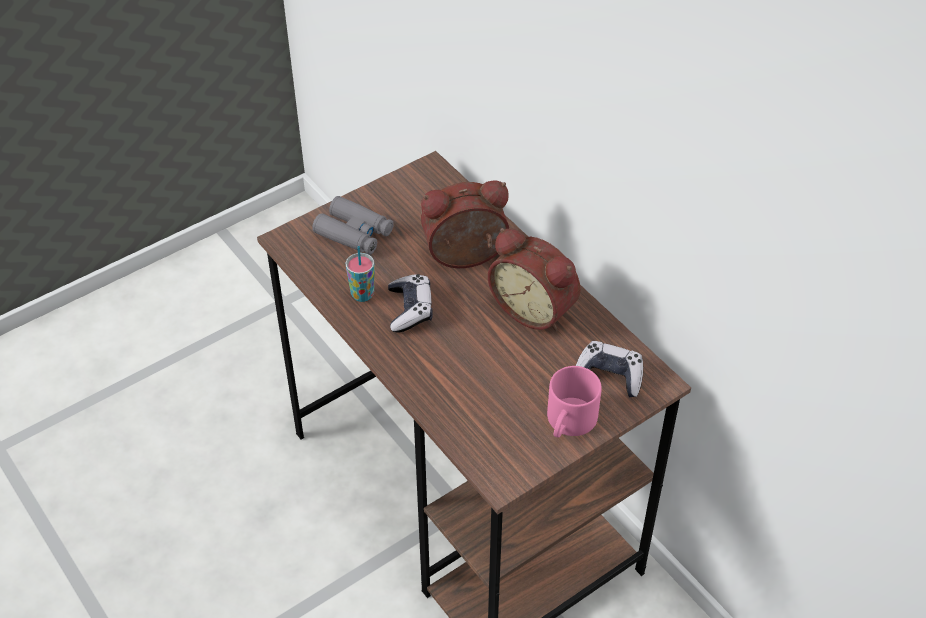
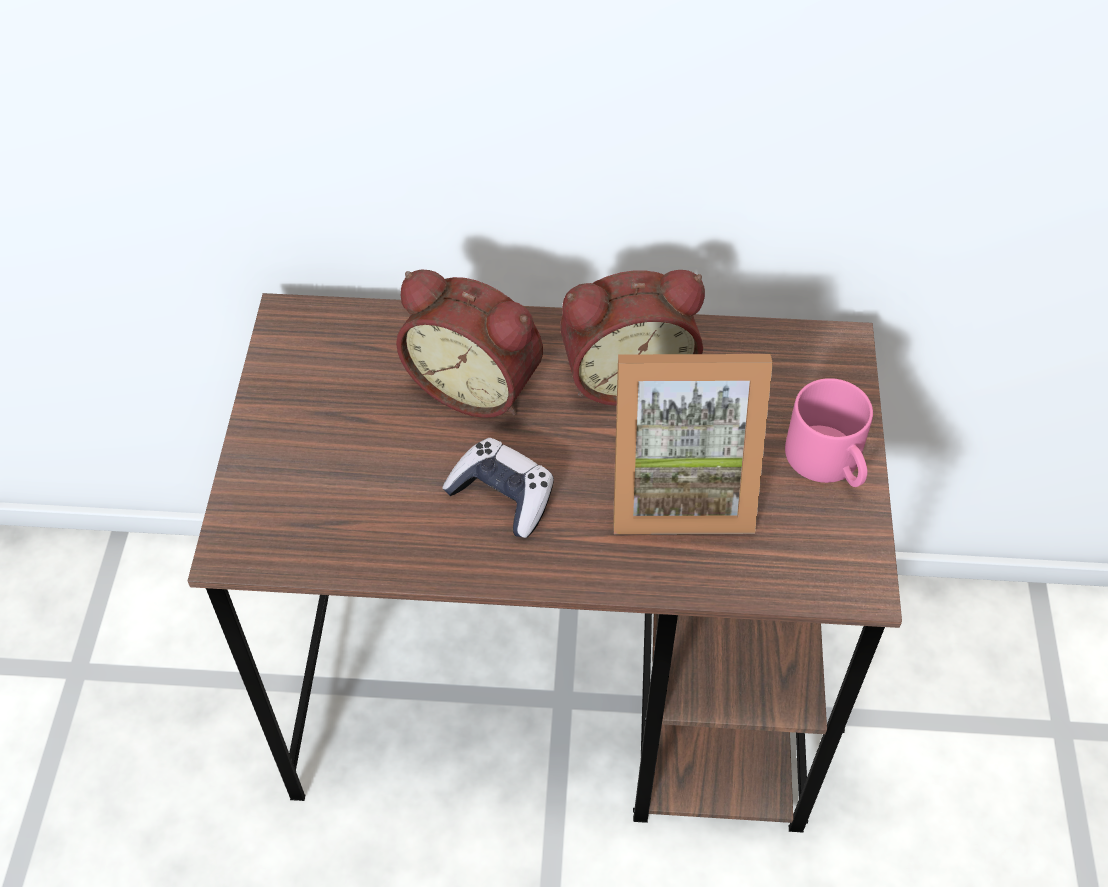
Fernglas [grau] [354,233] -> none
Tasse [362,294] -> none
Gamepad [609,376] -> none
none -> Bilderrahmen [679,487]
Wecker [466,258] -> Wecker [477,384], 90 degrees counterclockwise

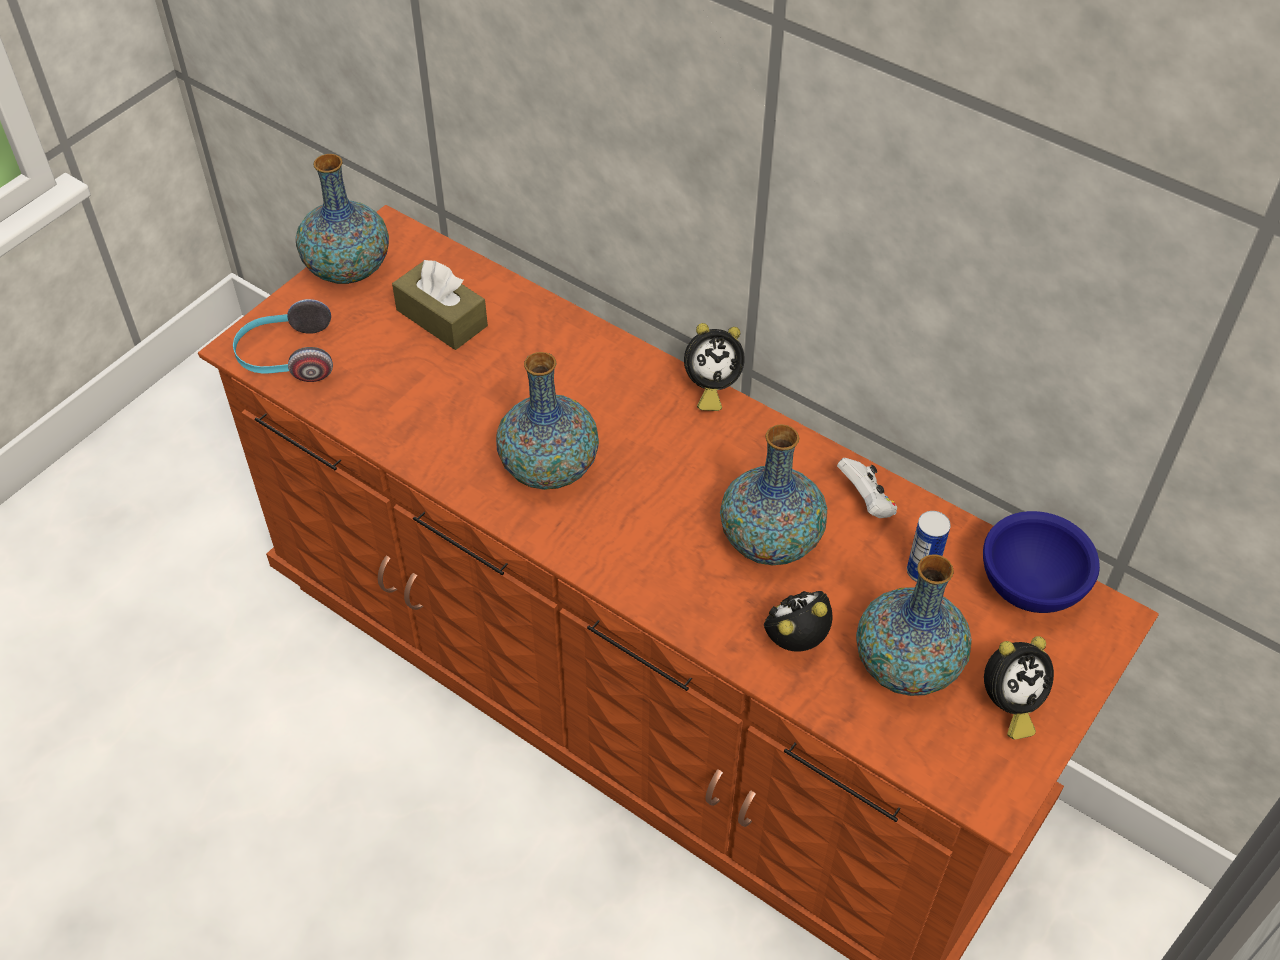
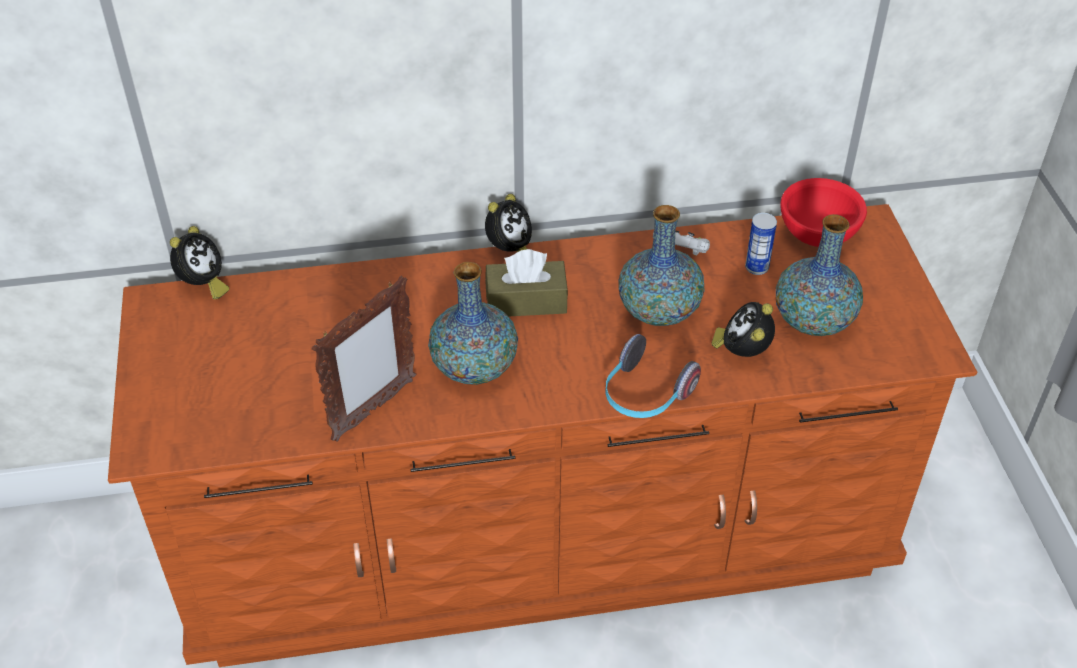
Vase [348,269] -> none
none -> Bilderrahmen [373,410]
Kopfhörer [286,358] -> Kopfhörer [644,395], shifted
Taschentuchbox [braun] [441,318] -> Taschentuchbox [braun] [526,301], shifted
Wecker [1008,704] -> Wecker [203,285], shifted
Schüssel [blau] [1028,588] -> Schüssel [rot] [817,236]

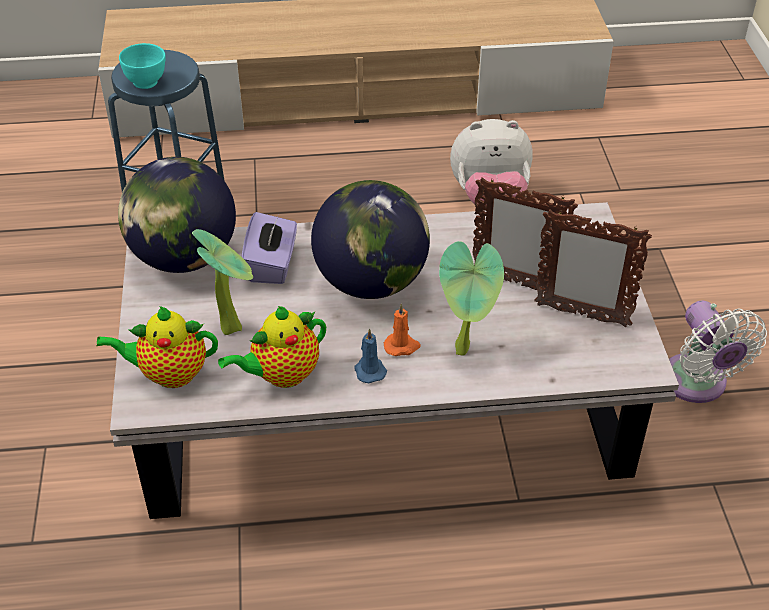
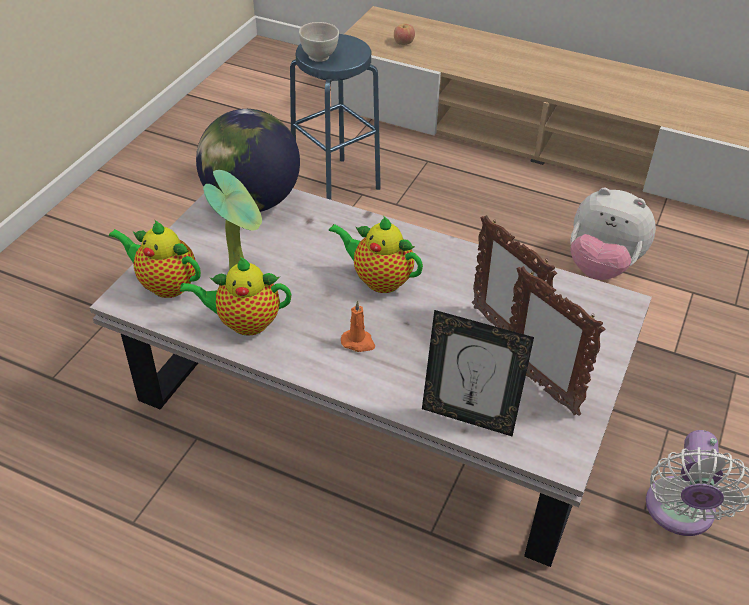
Taschentuchbox [lila] [272,265] -> none
Kerze [blau] [369,370] -> none
Topfpflanze [466,350] -> none
none -> Apfel [403,43]
none -> Bilderrahmen [468,416]
Globus [371,282] -> Teekanne [379,279]
Schüssel [türkis] [146,83] -> Schüssel [weiß] [319,57]

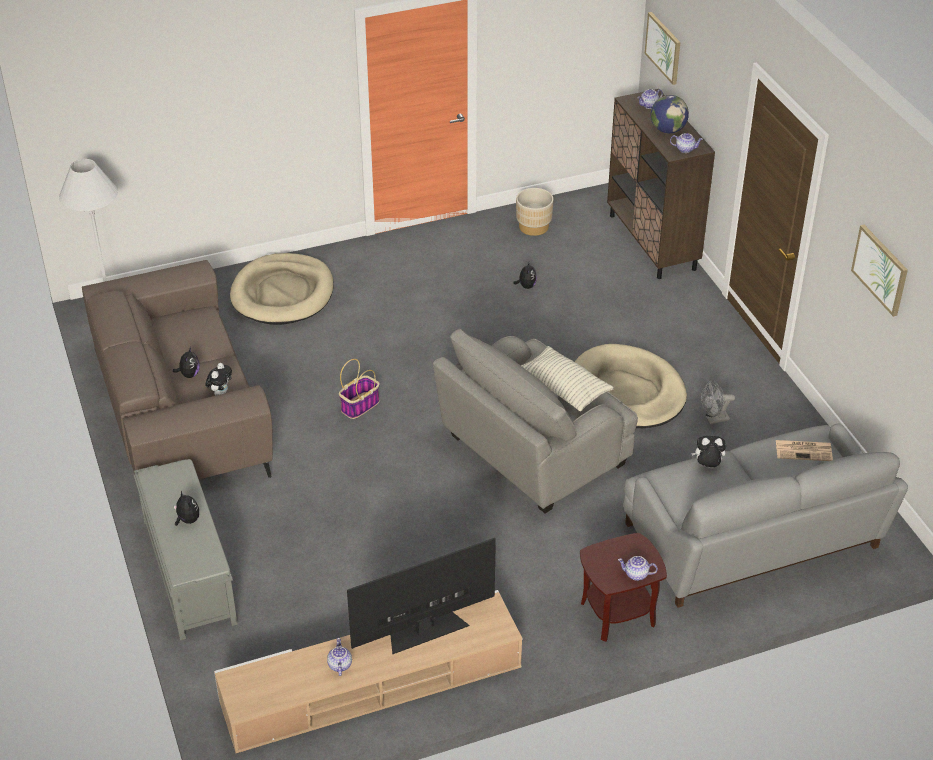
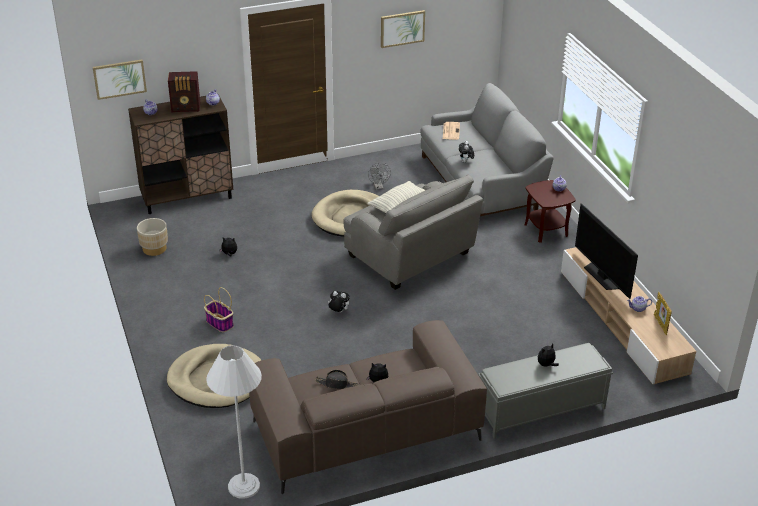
none -> Hut [schwarz] [337,384]
none -> Bilderrahmen [660,325]
Plüschtier [220,393] -> Plüschtier [338,311], shifted
Korb [360,405] -> Korb [219,323], shifted
Globus [667,130] -> Radio [186,108]

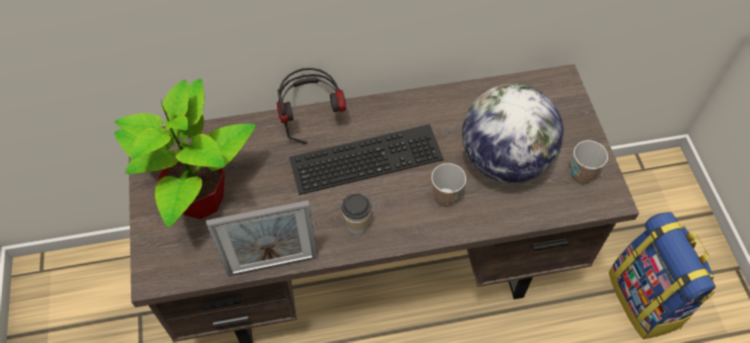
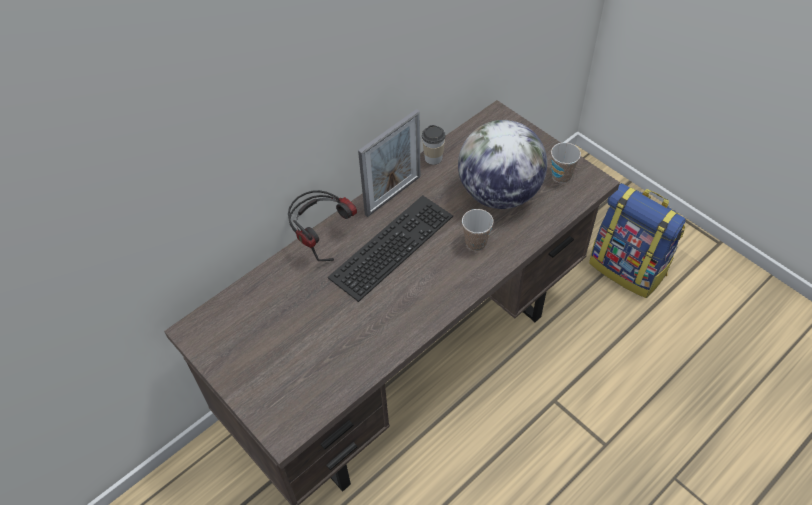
Topfpflanze [200,198] -> none
Bilderrahmen [272,265] -> Bilderrahmen [393,195], shifted
Tasse [357,225] -> Tasse [433,158], shifted

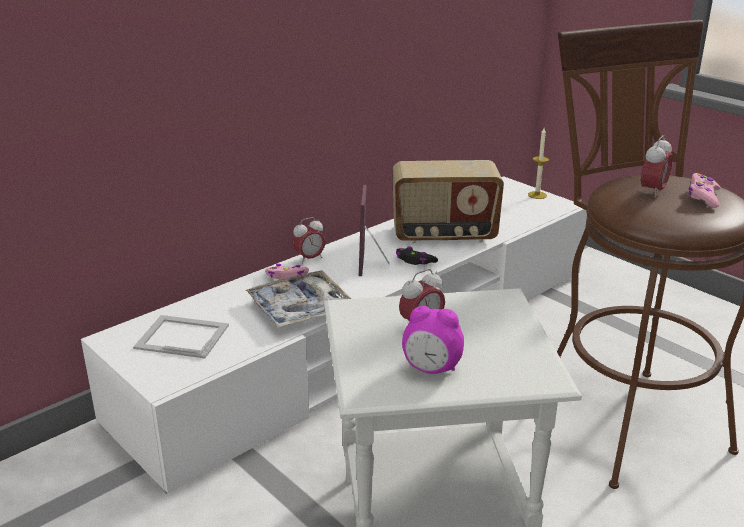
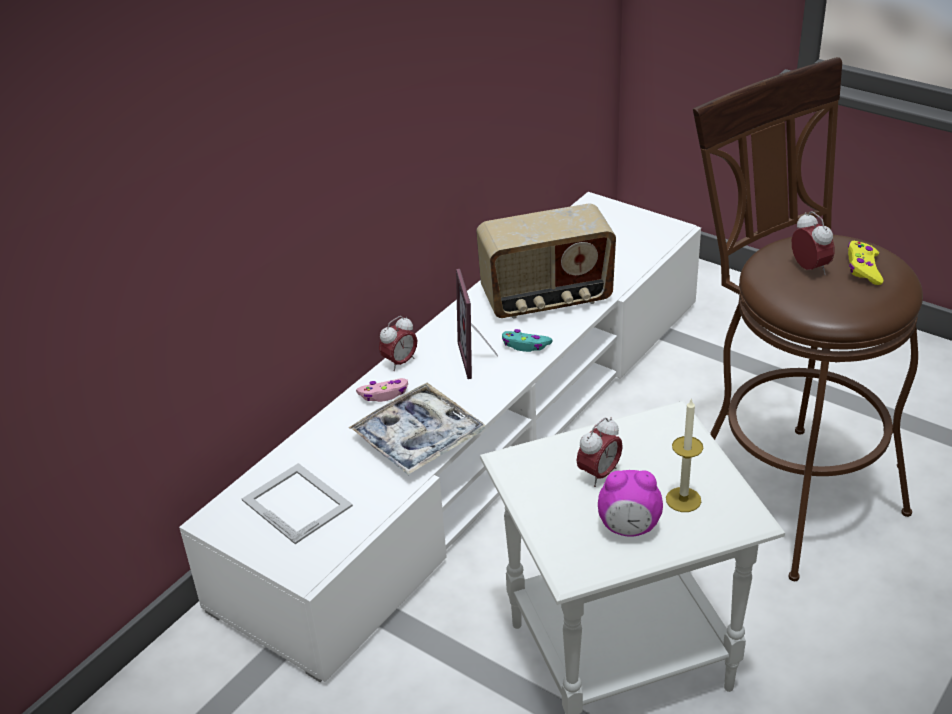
Kerze [537,195] -> Kerze [683,499], shifted
Gamepad [schwarz] [415,261] -> Gamepad [türkis] [525,345]
Gamepad [rosa] [703,196] -> Gamepad [gelb] [863,269]
Bilderrahmen [181,336] -> Bilderrahmen [296,502], 45 degrees clockwise
Wecker [652,191] -> Wecker [809,269], 45 degrees counterclockwise

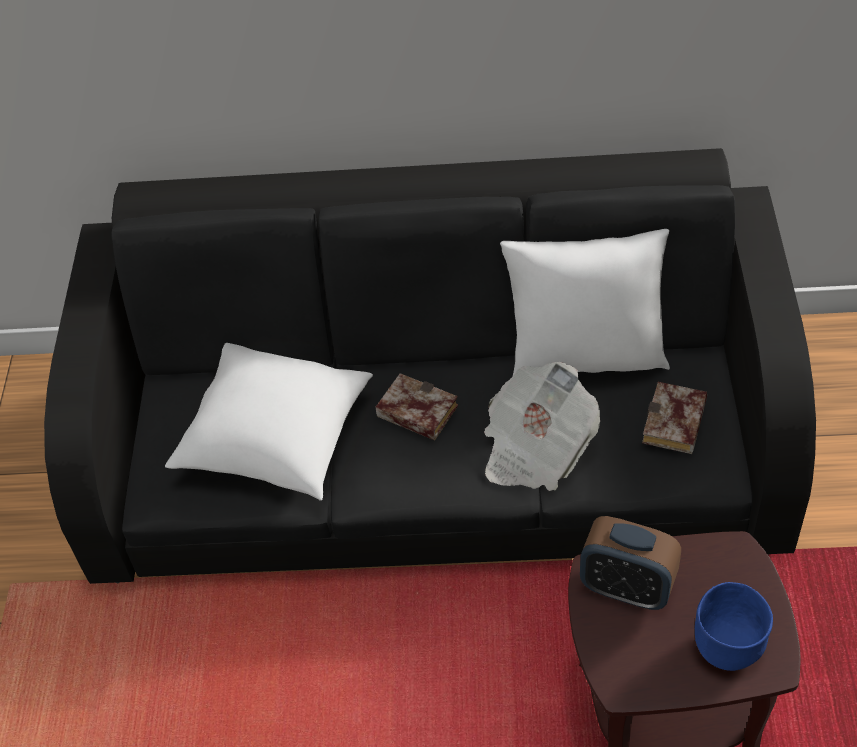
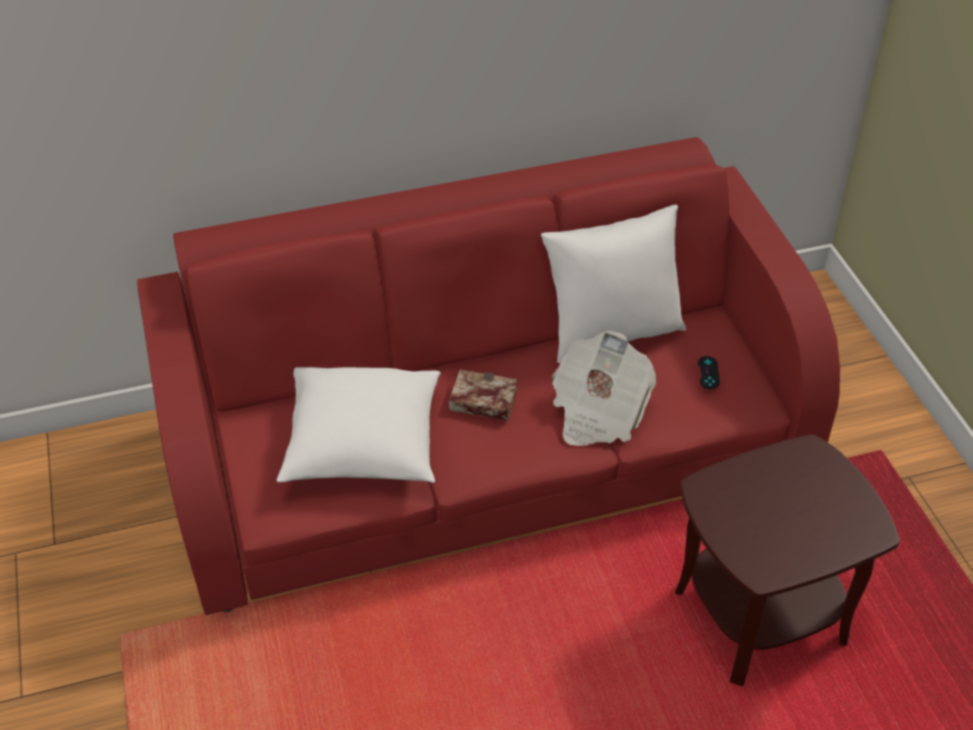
Wecker [627,587] -> none
Schüssel [blau] [726,646] -> none
Buch [675,425] -> Gamepad [schwarz] [708,373]
Sofa [schwarz] [438,452] -> Sofa [rot] [489,444]

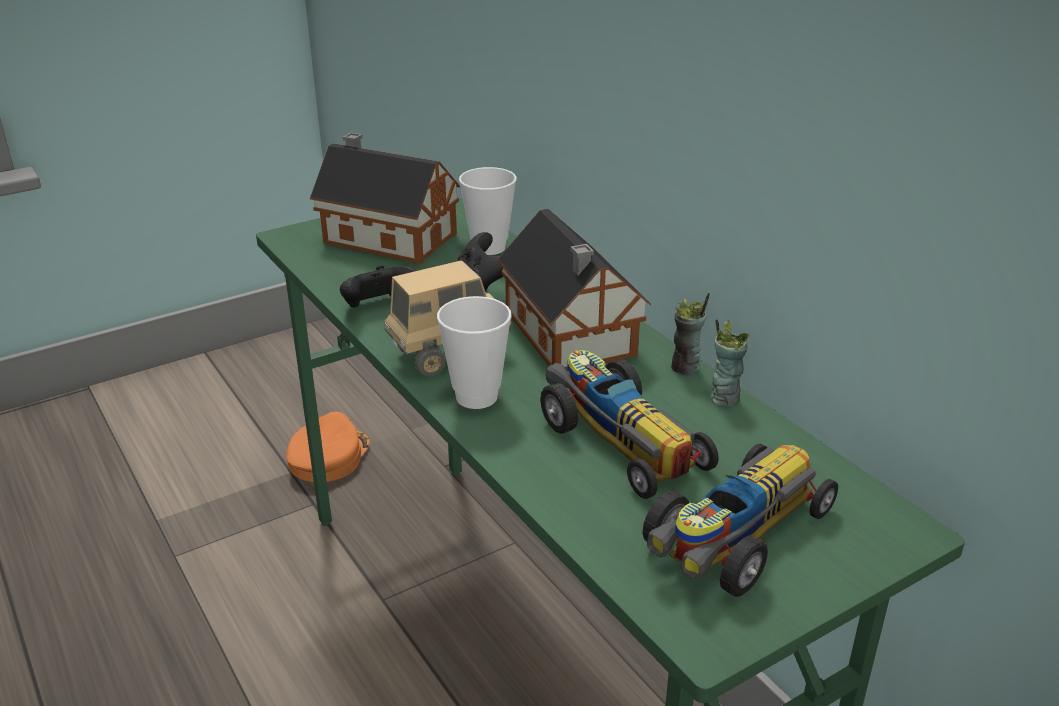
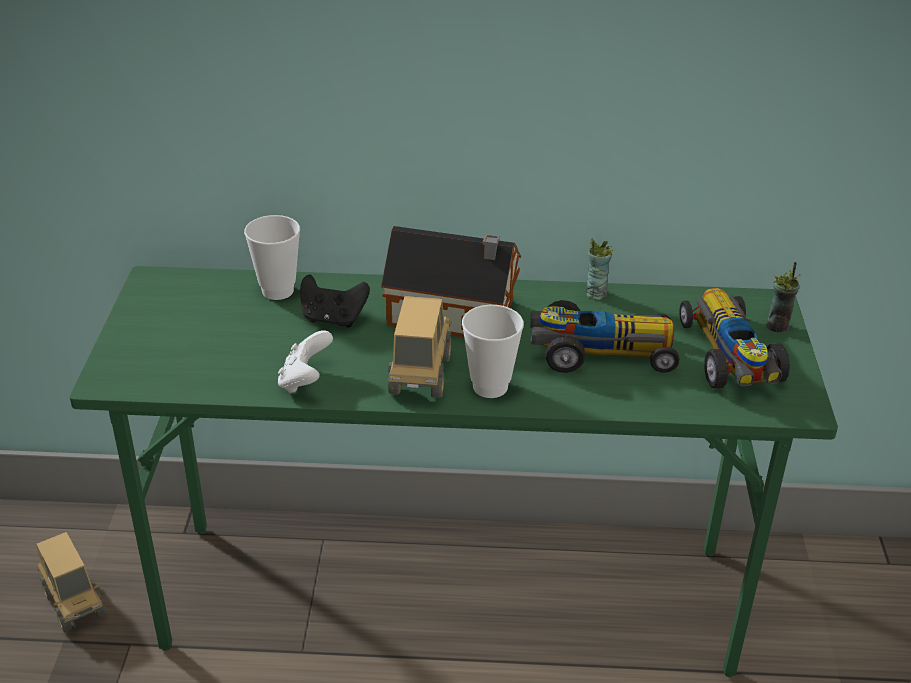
Spielzeughaus [386,237] -> none
Tasse [685,368] -> Tasse [778,326], shifted
Kappe [orange] [328,456] -> Spielzeuglaster [74,604]
Gamepad [schwarz] [377,307] -> Gamepad [weiß] [305,381]

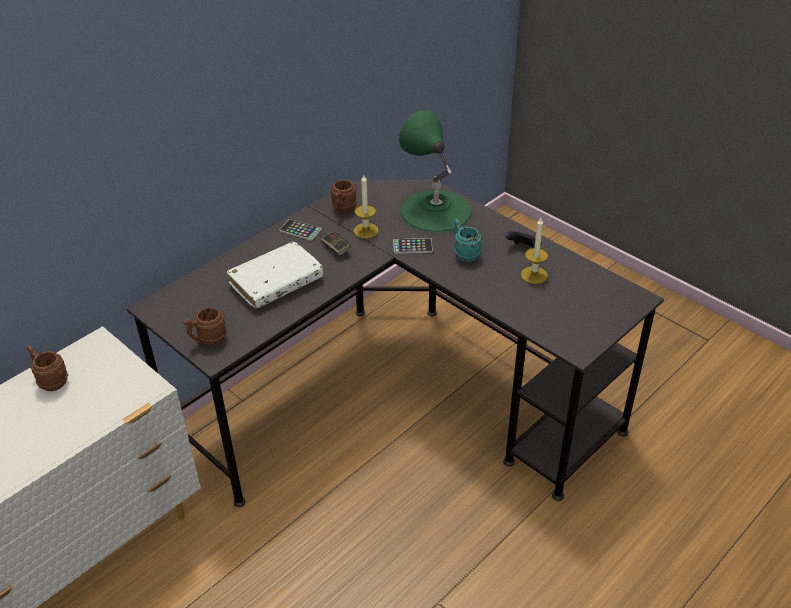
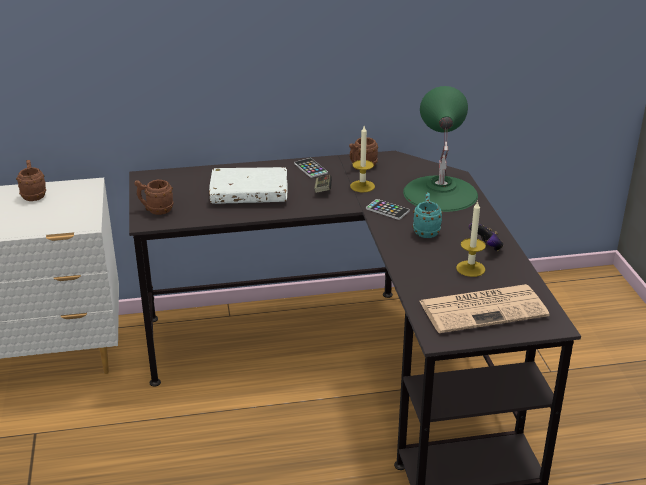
none -> Zeitung [484,308]

